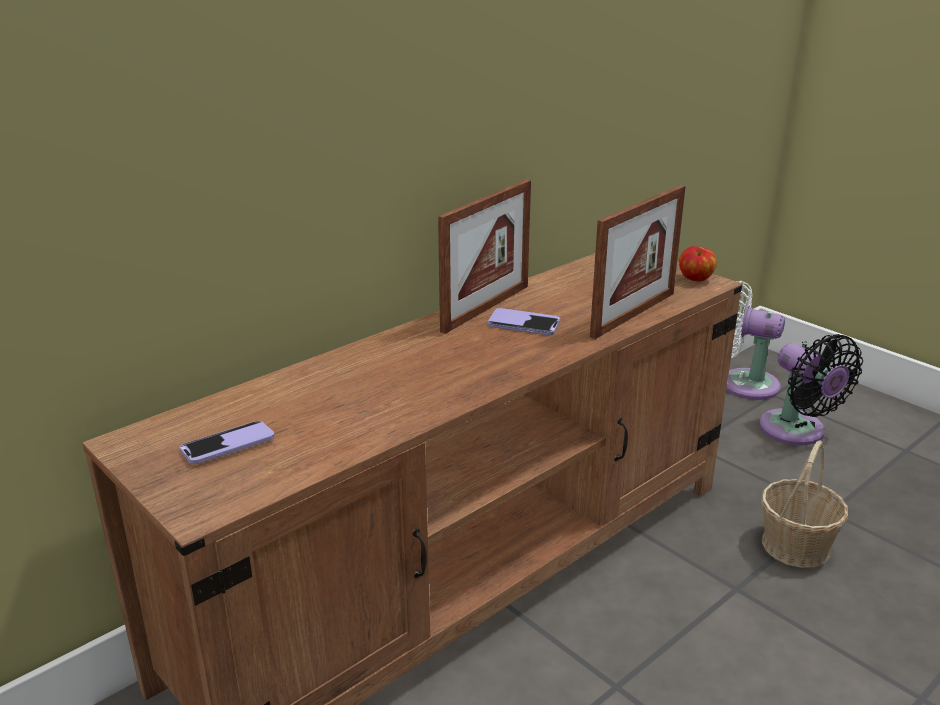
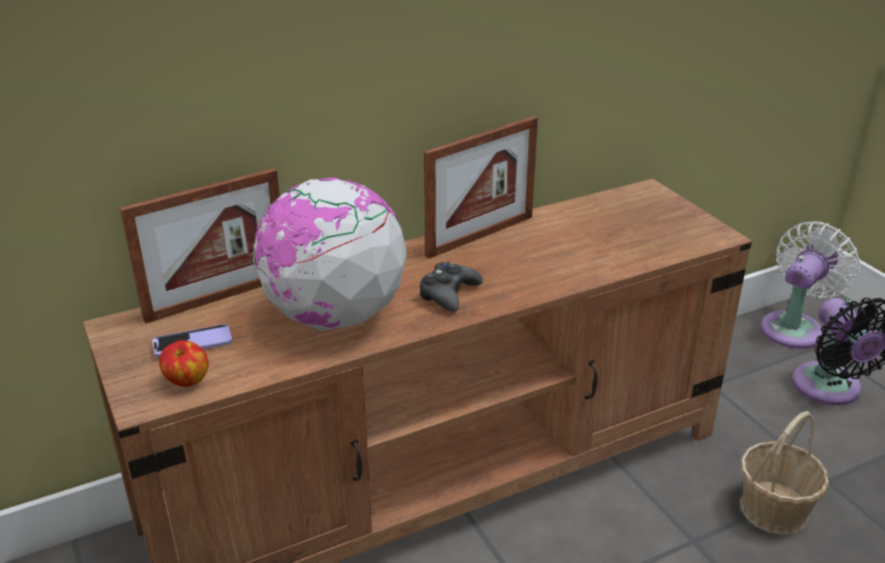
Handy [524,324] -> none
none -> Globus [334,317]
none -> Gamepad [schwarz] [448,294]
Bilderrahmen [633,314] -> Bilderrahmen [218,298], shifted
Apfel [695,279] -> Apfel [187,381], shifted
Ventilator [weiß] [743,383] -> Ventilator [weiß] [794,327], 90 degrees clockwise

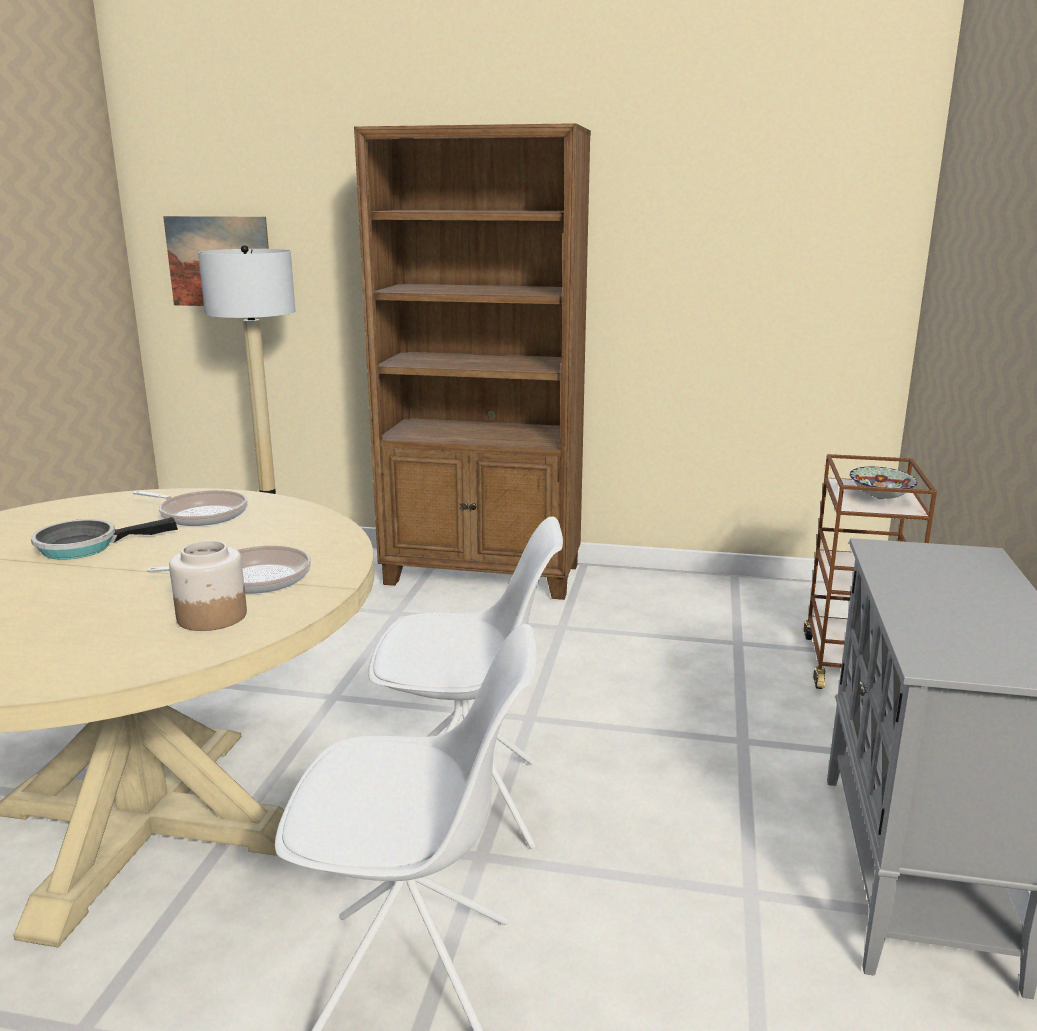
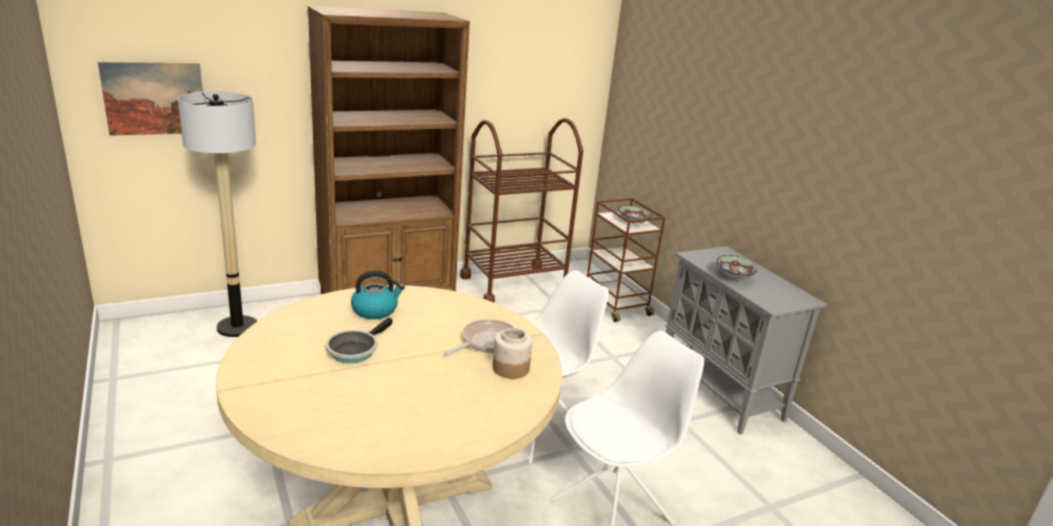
none -> Rollwagen [braun] [513,285]
none -> Schüssel [733,277]
Pfanne [200,514] -> Wasserkessel [375,310]

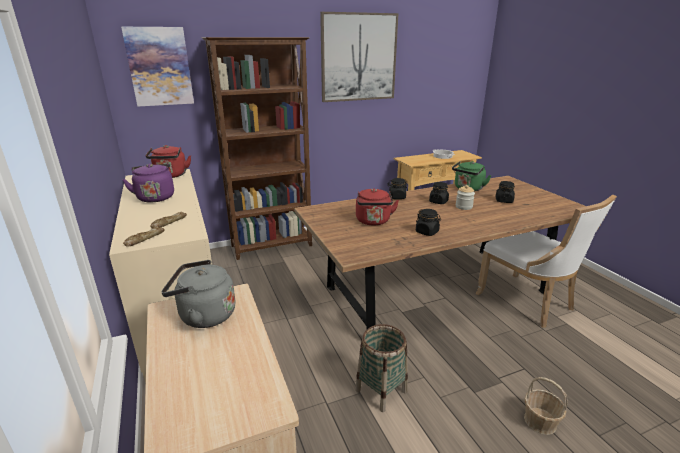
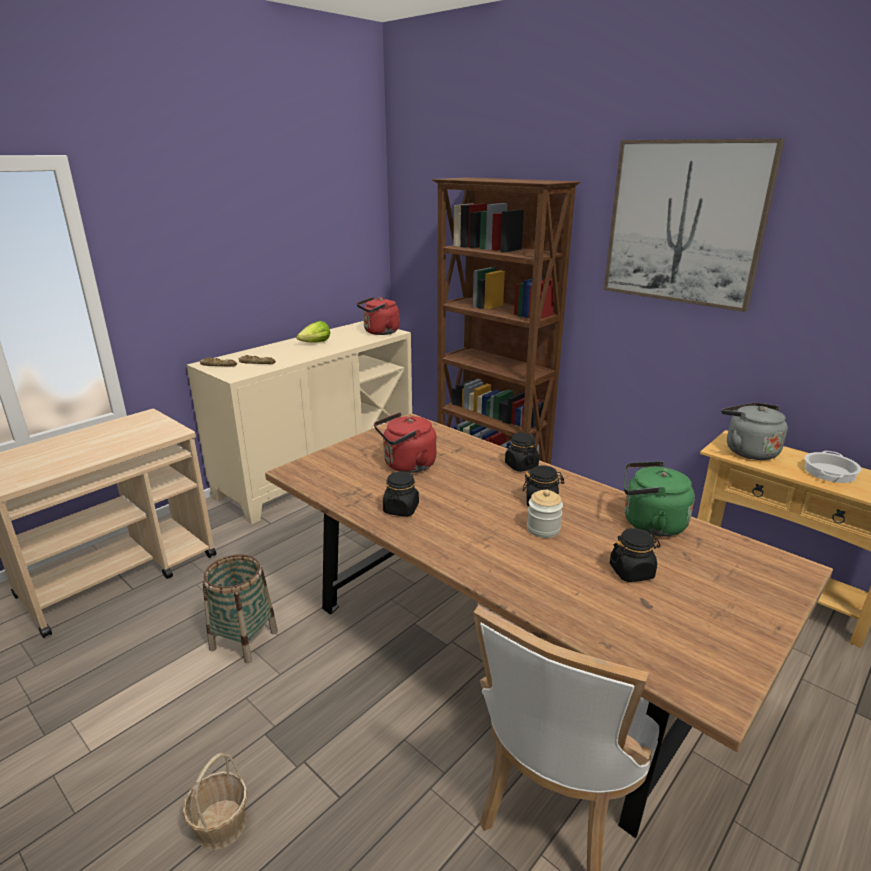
Bild [159,67] -> none
Wasserkessel [grau] [204,316] -> Wasserkessel [grau] [747,451], shifted
Wasserkessel [lila] [155,197] -> Salatkopf [315,343]

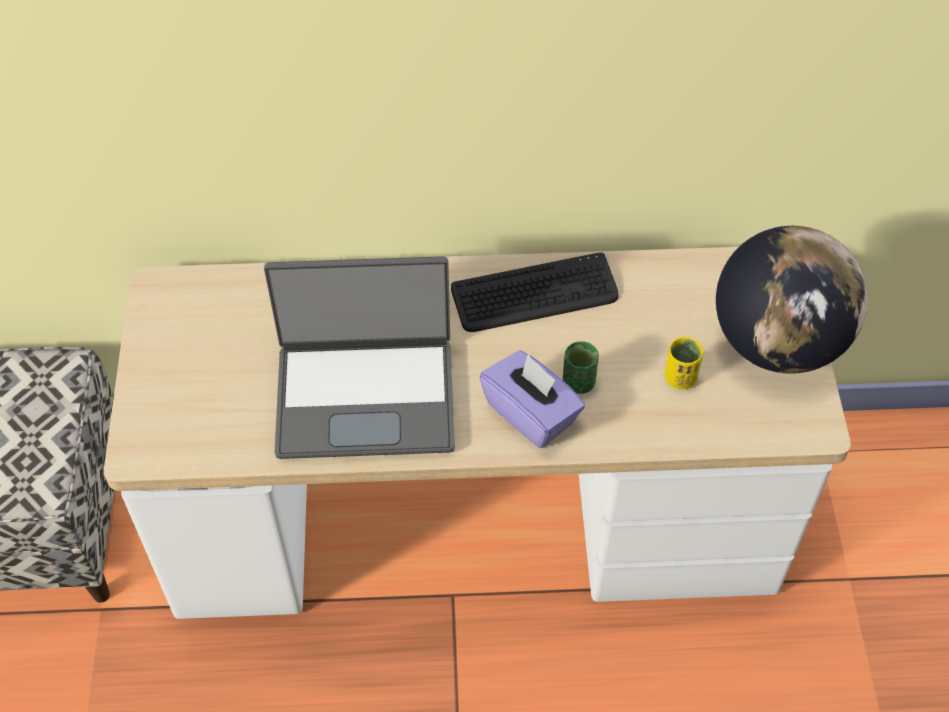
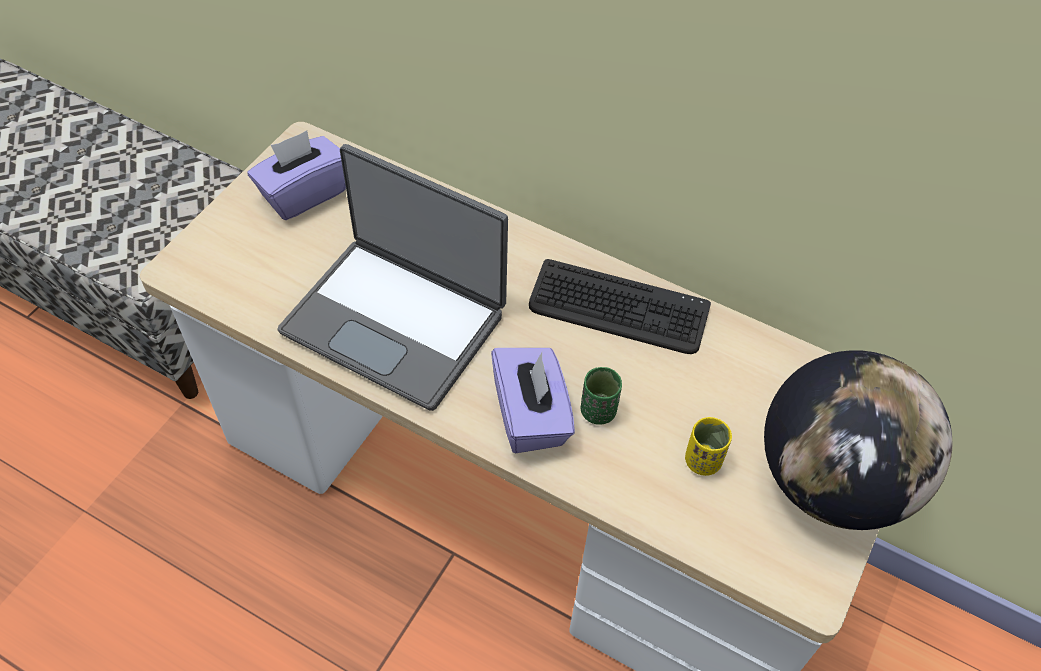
none -> Taschentuchbox [lila] [304,193]

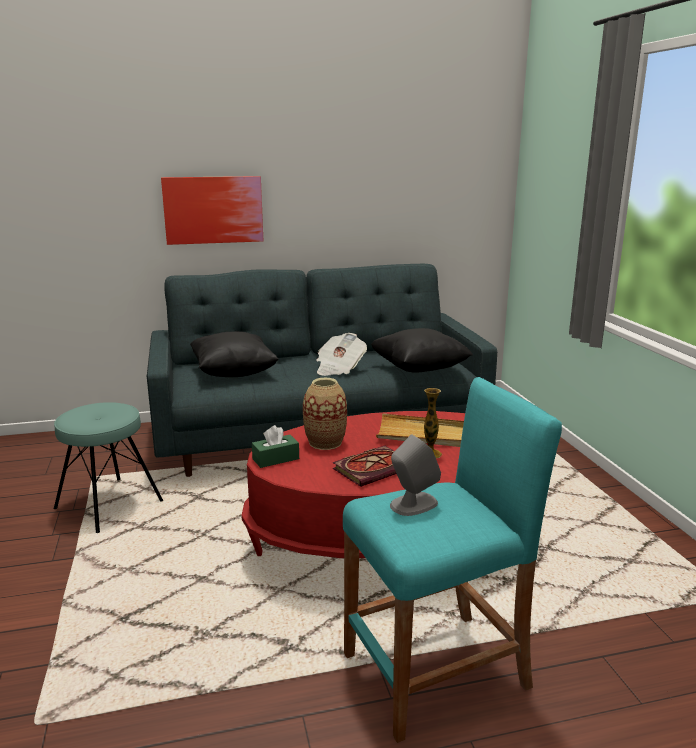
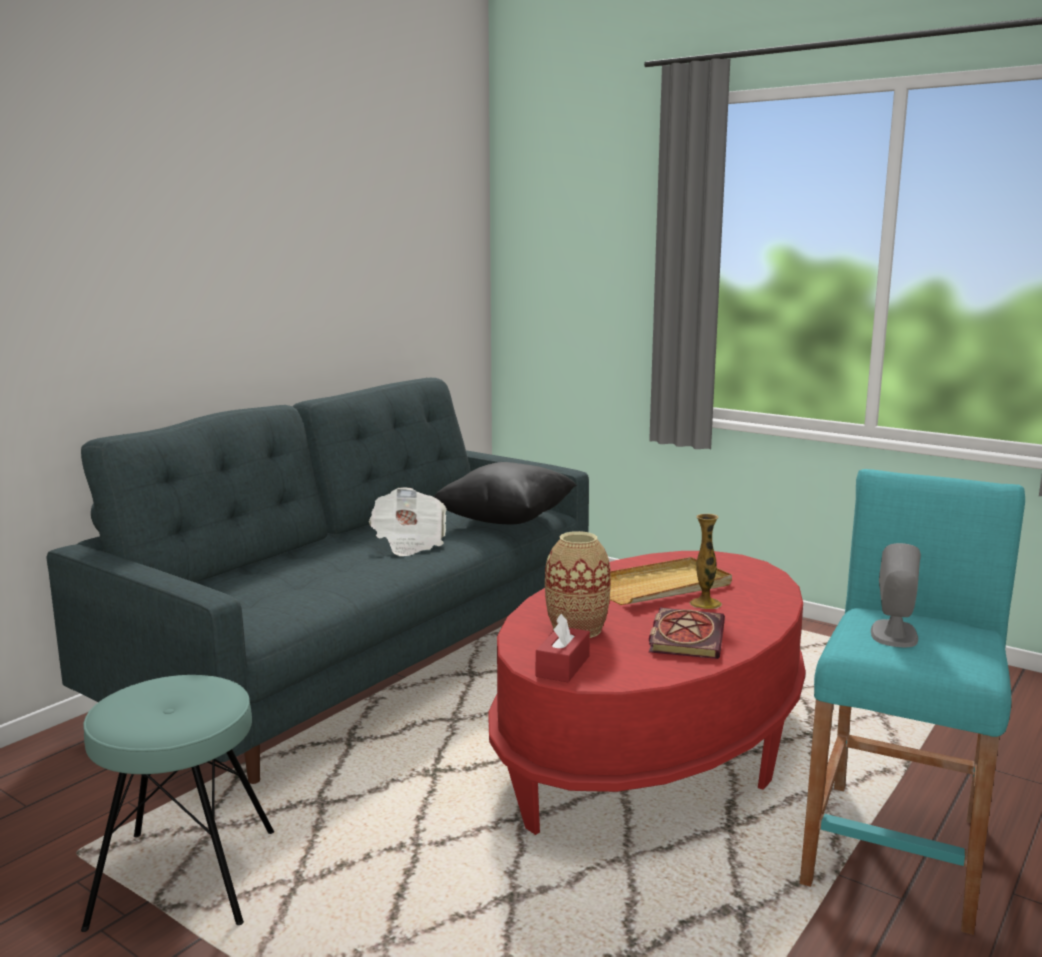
Bild [213,210] -> none
Kissen [schwarz] [233,373] -> none
Taschentuchbox [grün] [275,459] -> Taschentuchbox [rot] [563,666]

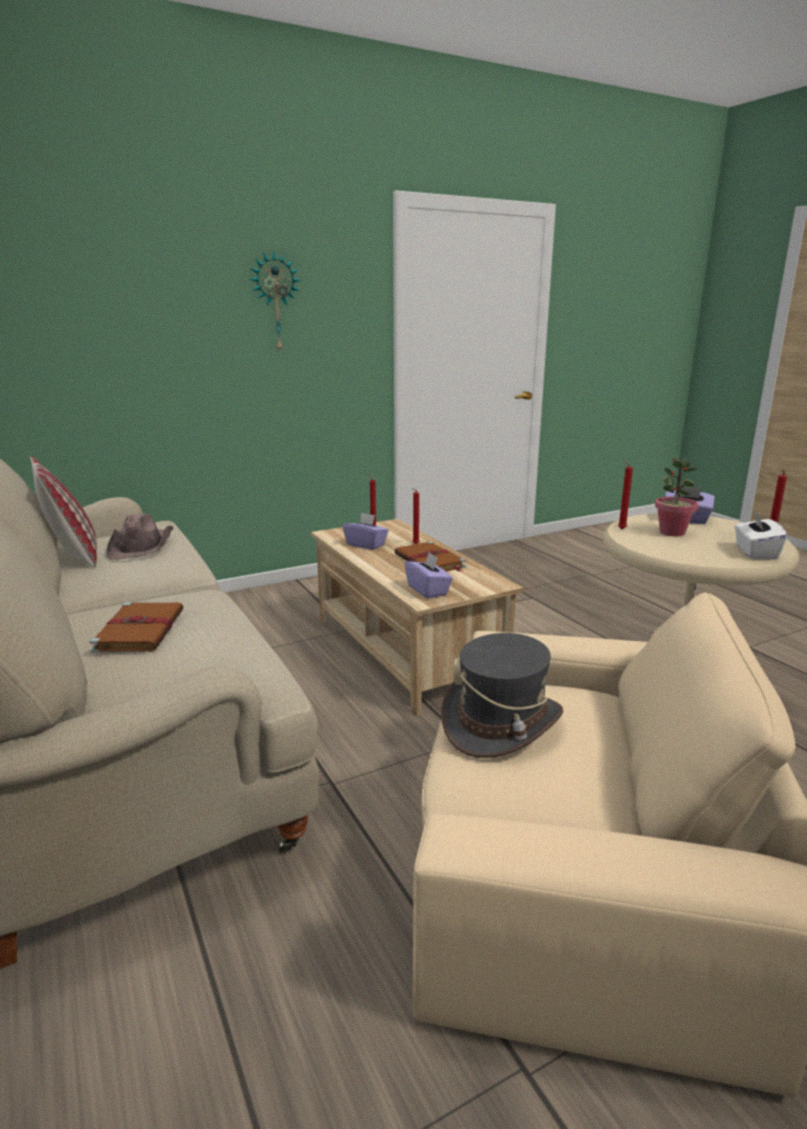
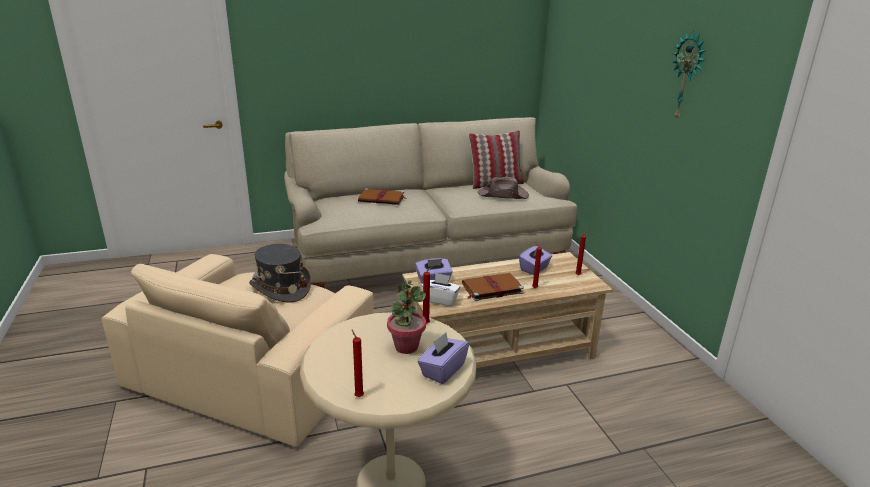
Taschentuchbox [weiß] [755,552] -> Taschentuchbox [weiß] [440,300], shifted

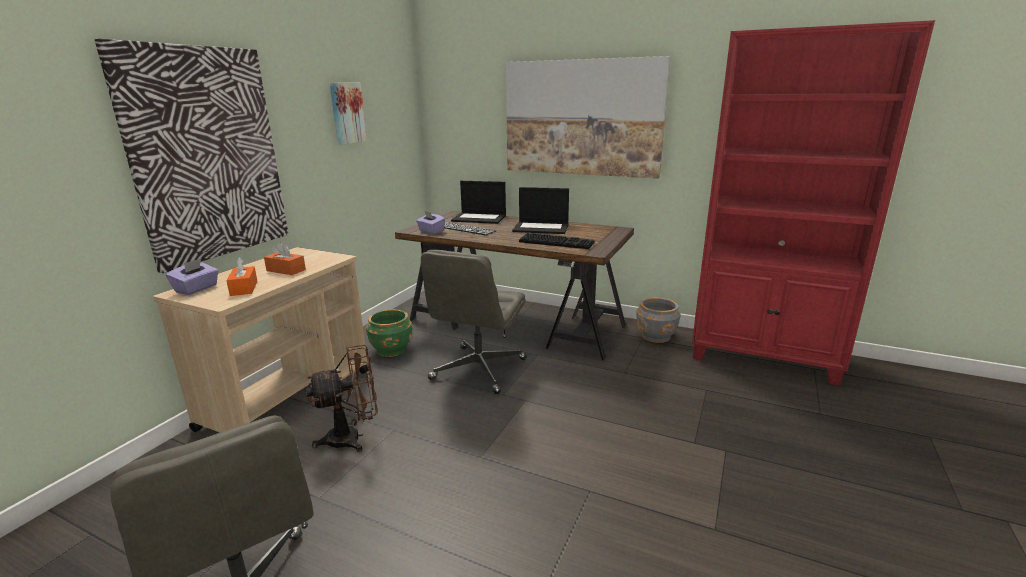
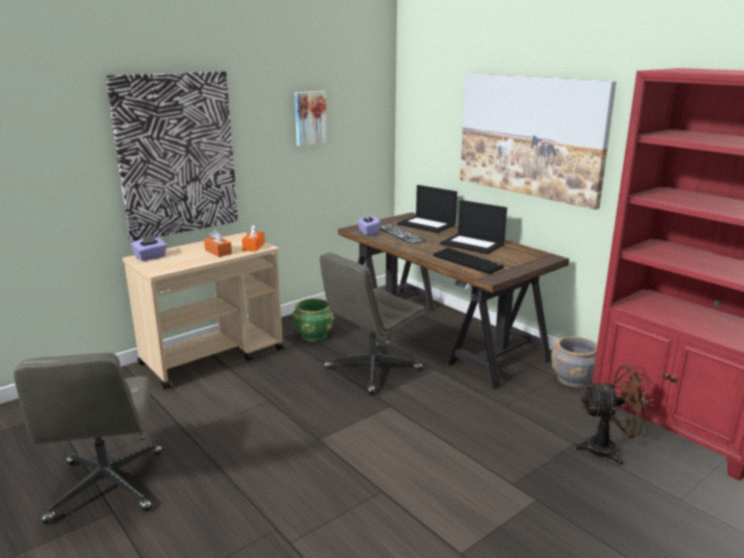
Taschentuchbox [orange] [244,288] -> Taschentuchbox [orange] [253,246], shifted
Ventilator [braun] [353,437] -> Ventilator [braun] [609,450], shifted

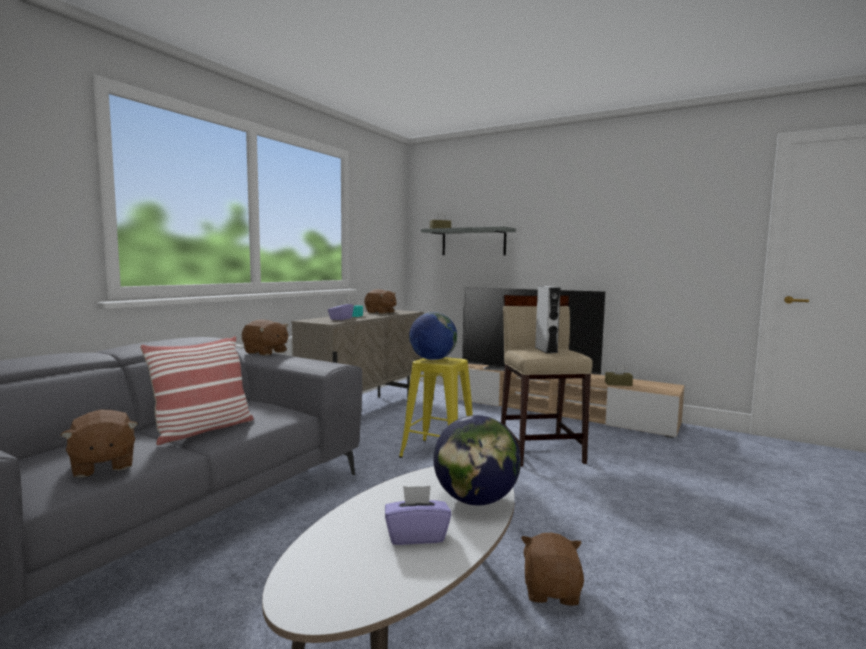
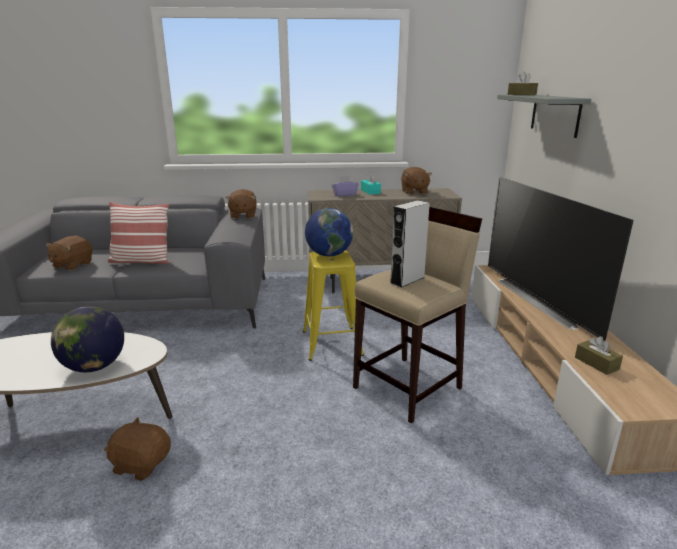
Taschentuchbox [lila] [416,535] -> none
Plüschtier [braun] [552,591] -> Plüschtier [braun] [141,464], 135 degrees counterclockwise

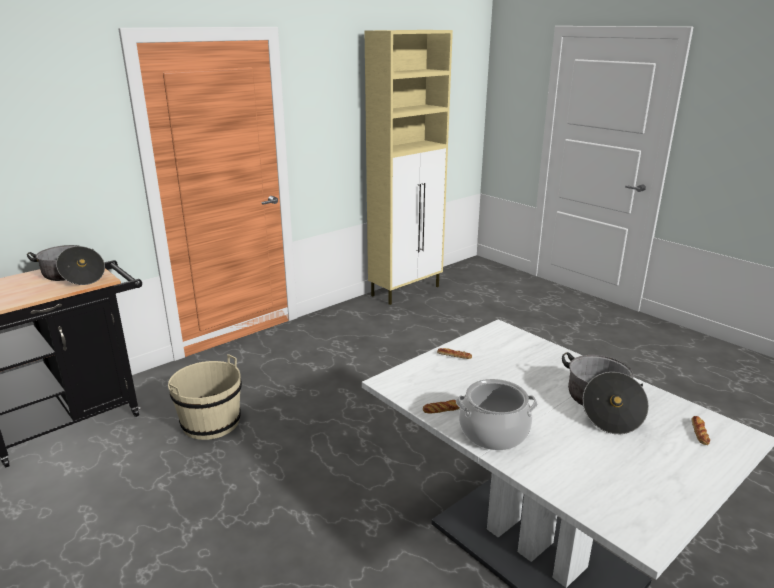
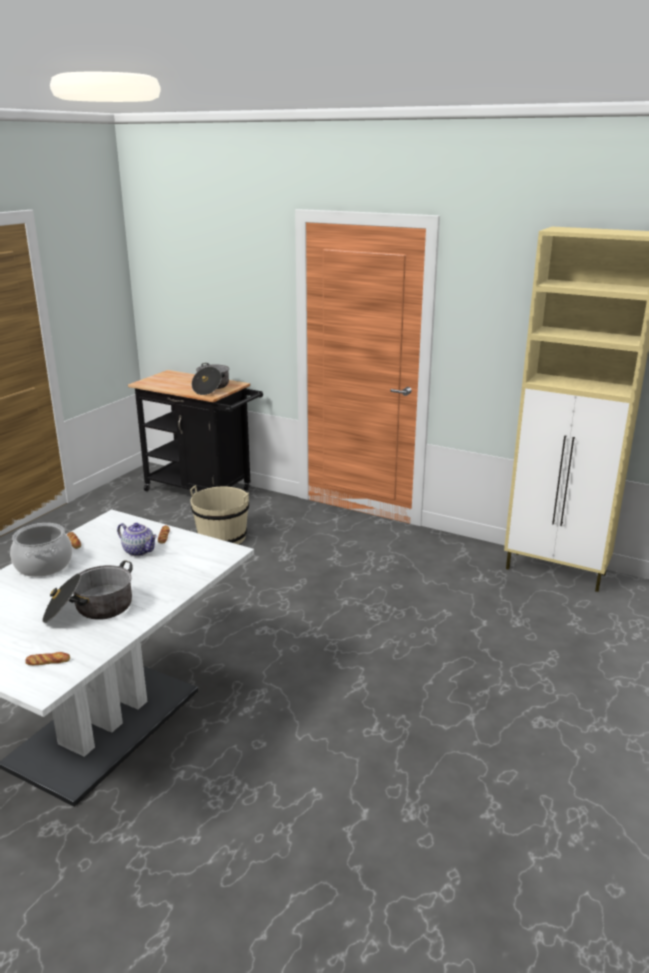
none -> Teekanne [139,551]

